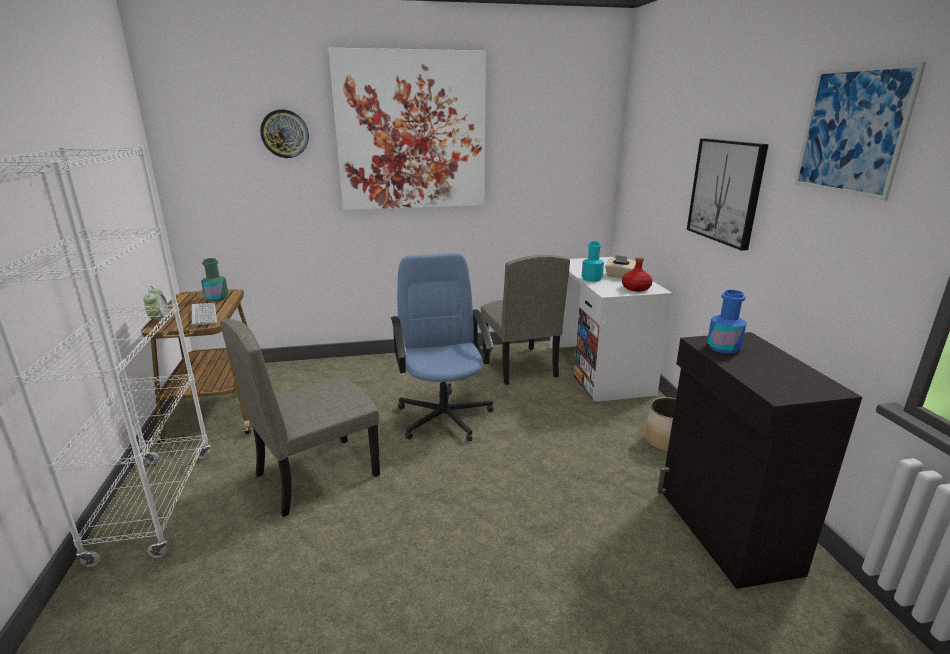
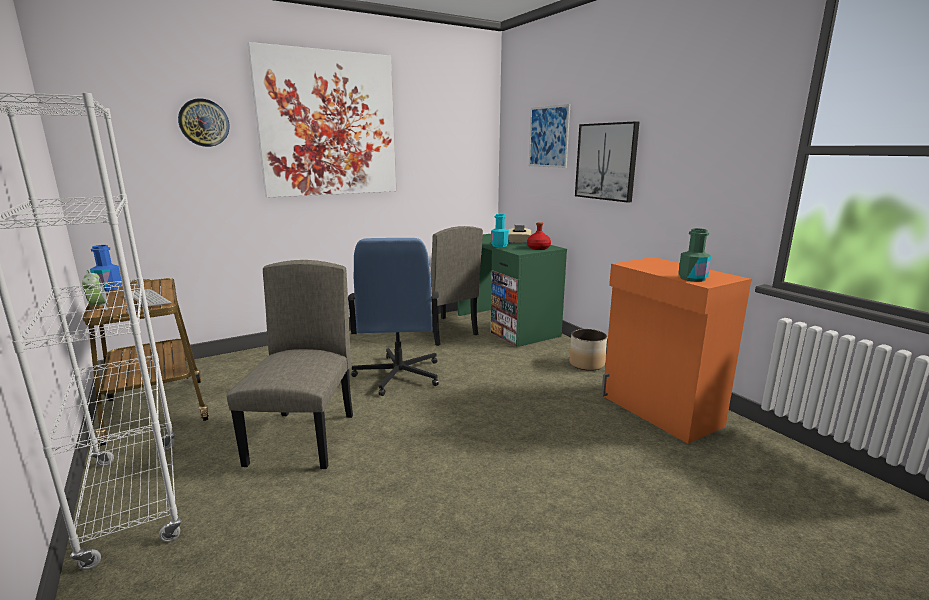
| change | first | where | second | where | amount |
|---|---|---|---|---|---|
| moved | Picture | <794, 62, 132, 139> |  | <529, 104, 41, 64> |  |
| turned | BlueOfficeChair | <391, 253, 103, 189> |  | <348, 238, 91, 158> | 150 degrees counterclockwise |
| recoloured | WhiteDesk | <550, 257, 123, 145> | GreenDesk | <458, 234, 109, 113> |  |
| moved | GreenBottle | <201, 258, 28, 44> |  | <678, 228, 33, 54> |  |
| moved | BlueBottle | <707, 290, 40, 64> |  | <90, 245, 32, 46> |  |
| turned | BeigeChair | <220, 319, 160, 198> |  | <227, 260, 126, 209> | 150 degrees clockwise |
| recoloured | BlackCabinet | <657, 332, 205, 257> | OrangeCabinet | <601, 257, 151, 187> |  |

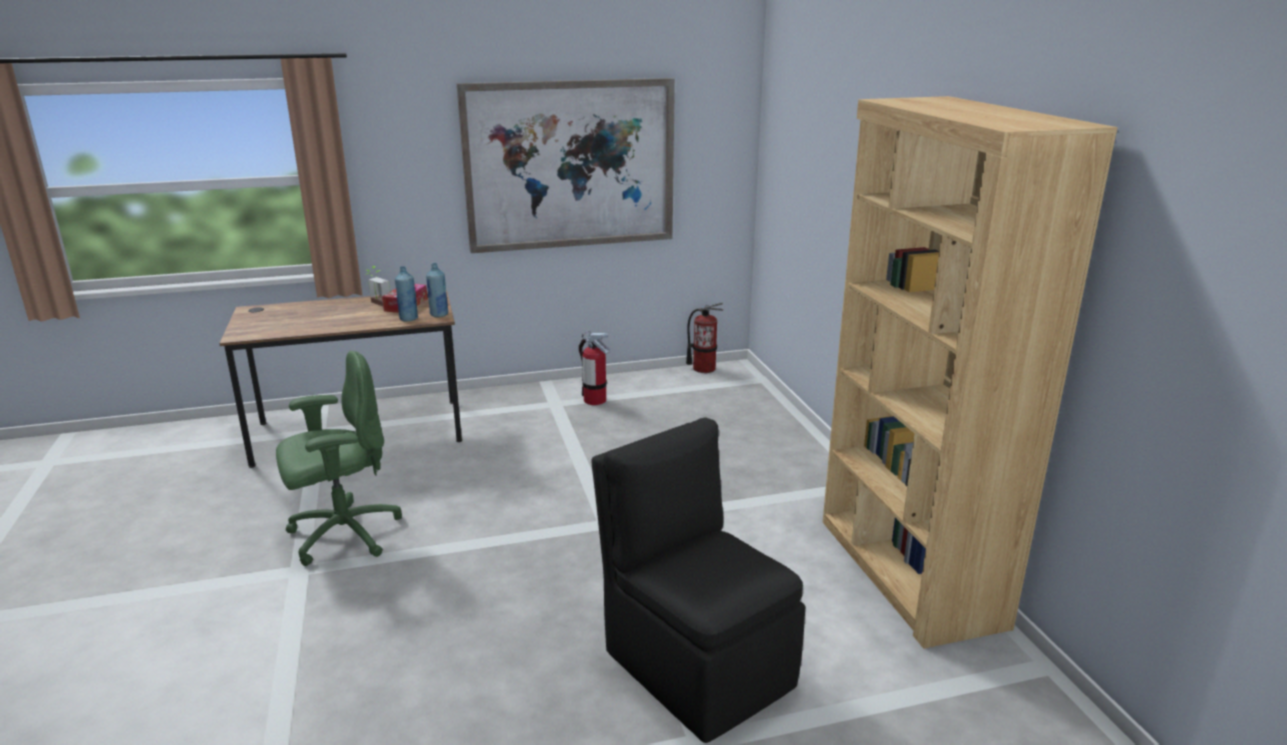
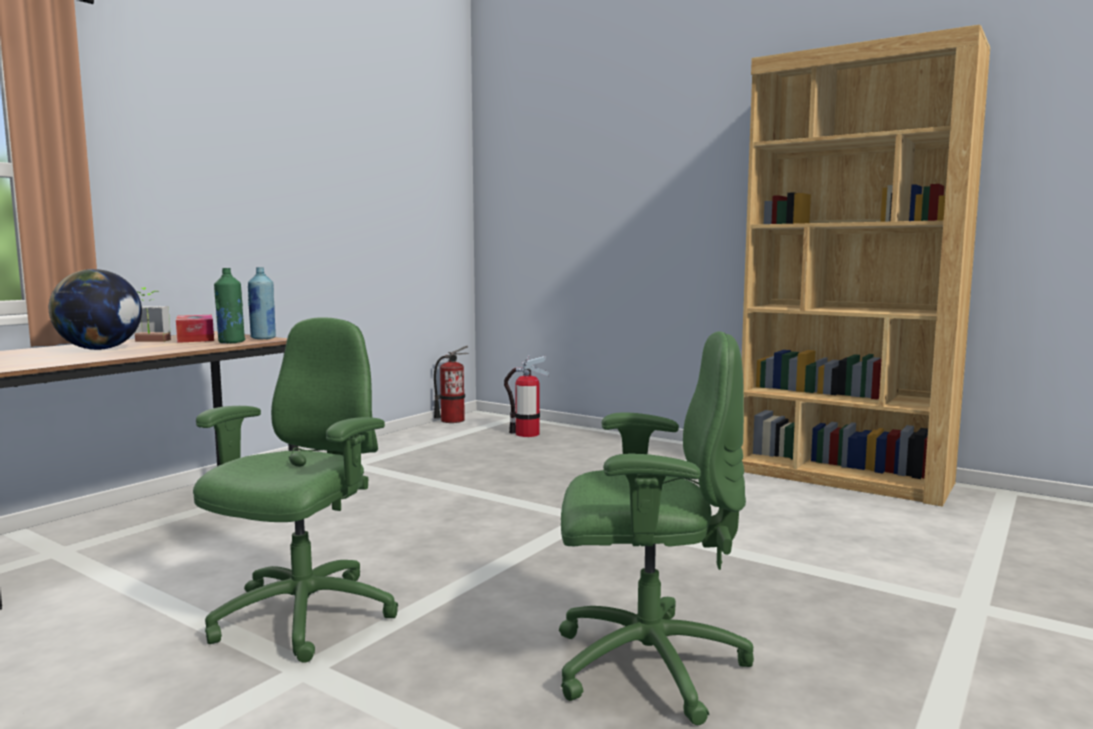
| change | first | where | second | where | amount |
|---|---|---|---|---|---|
| removed | Picture | <456, 78, 219, 175> |  |  |  |
| recoloured | BlueBottle | <395, 266, 23, 56> | GreenBottle | <214, 268, 32, 75> |  |
| moved | FireExtinguisher | <579, 330, 31, 75> |  | <504, 356, 45, 81> |  |
| removed | BlackChair | <591, 417, 214, 326> |  |  |  |
| added |  |  | Globe | <49, 269, 93, 81> |  |
| added |  |  | GreenOfficeChair | <559, 331, 195, 394> |  |

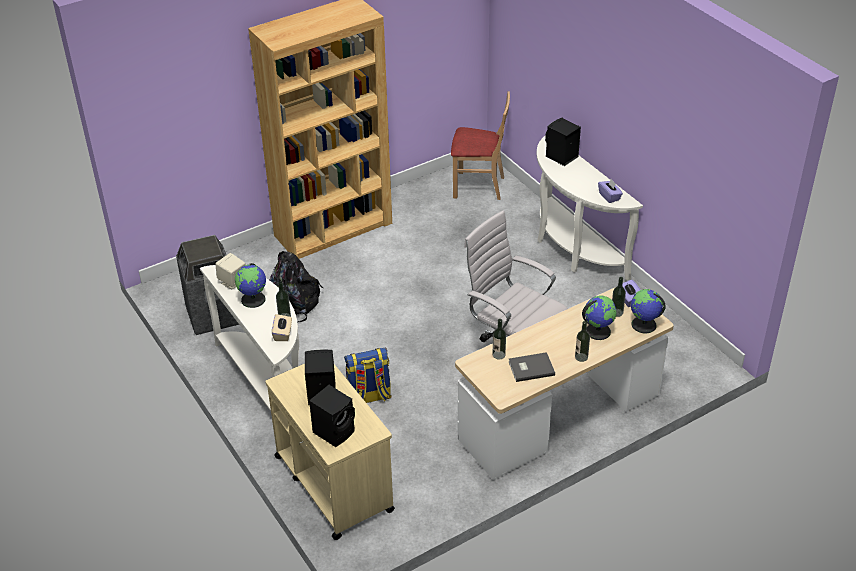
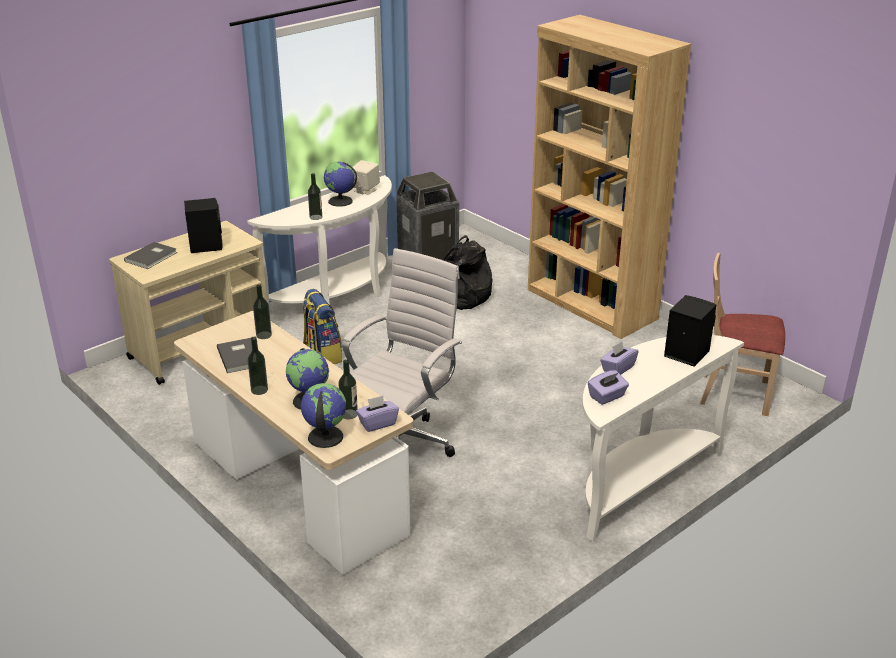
| change | first | where | second | where | amount |
|---|---|---|---|---|---|
| turned | BeigeChair | <451, 91, 59, 109> |  | <700, 253, 85, 163> | 105 degrees clockwise |
| removed | BeigeTissueBox | <272, 314, 20, 27> |  |  |  |
| replaced | BlackSpeaker | <309, 385, 46, 62> | GreyBook | <124, 242, 53, 27> |  |
| added |  |  | PurpleTissueBox | <600, 341, 39, 34> |  |

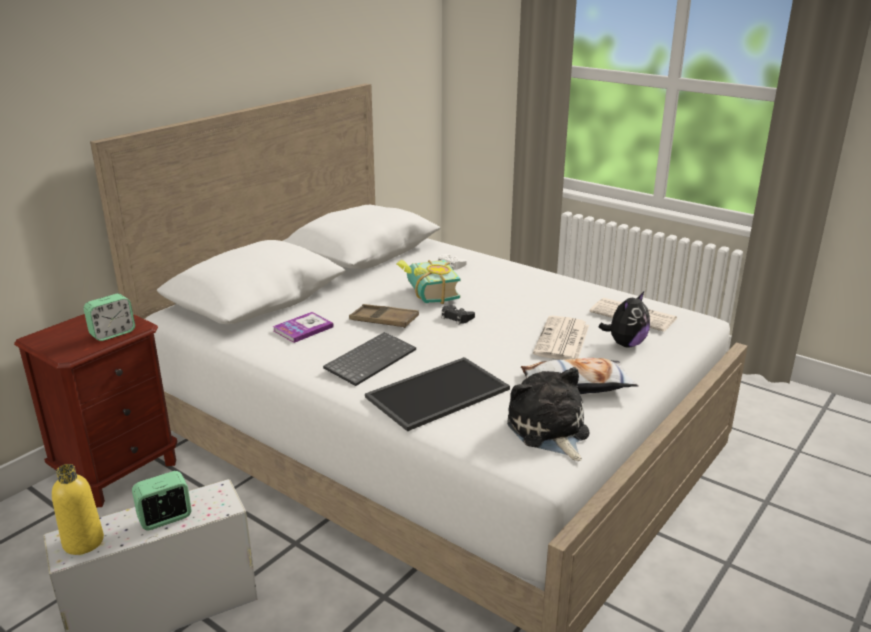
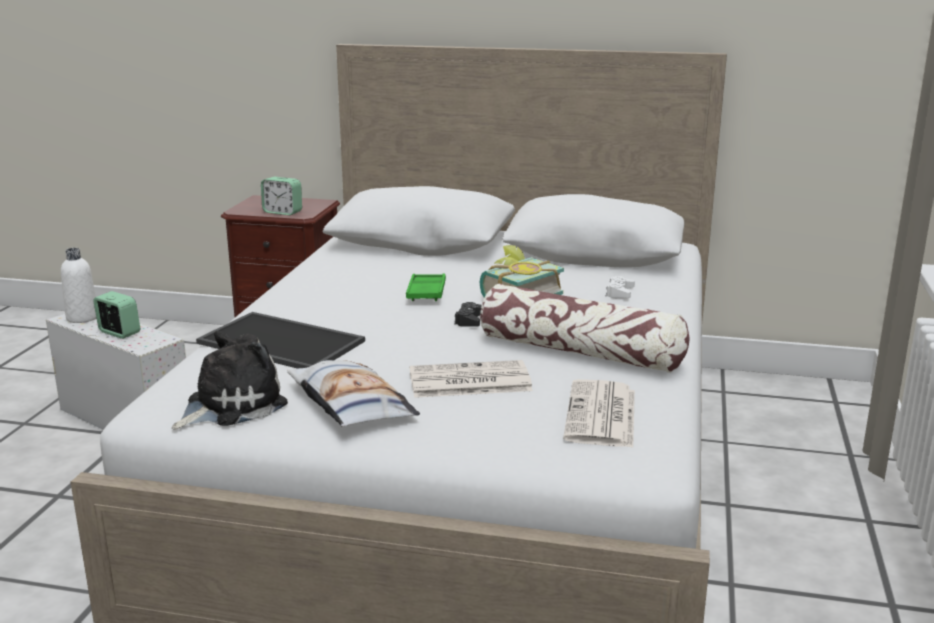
| change | first | where | second | where | amount |
|---|---|---|---|---|---|
| removed | PlushToy | <599, 292, 51, 55> |  |  |  |
| recoloured | BrownTray | <349, 304, 70, 24> | GreenTray | <406, 273, 40, 28> |  |
| removed | Book | <273, 312, 61, 31> |  |  |  |
| removed | Keyboard | <323, 332, 93, 54> |  |  |  |
| recoloured | YellowBottle | <52, 464, 52, 91> | WhiteBottle | <61, 248, 35, 75> |  |
| added |  |  | Pillow | <480, 284, 209, 89> |  |

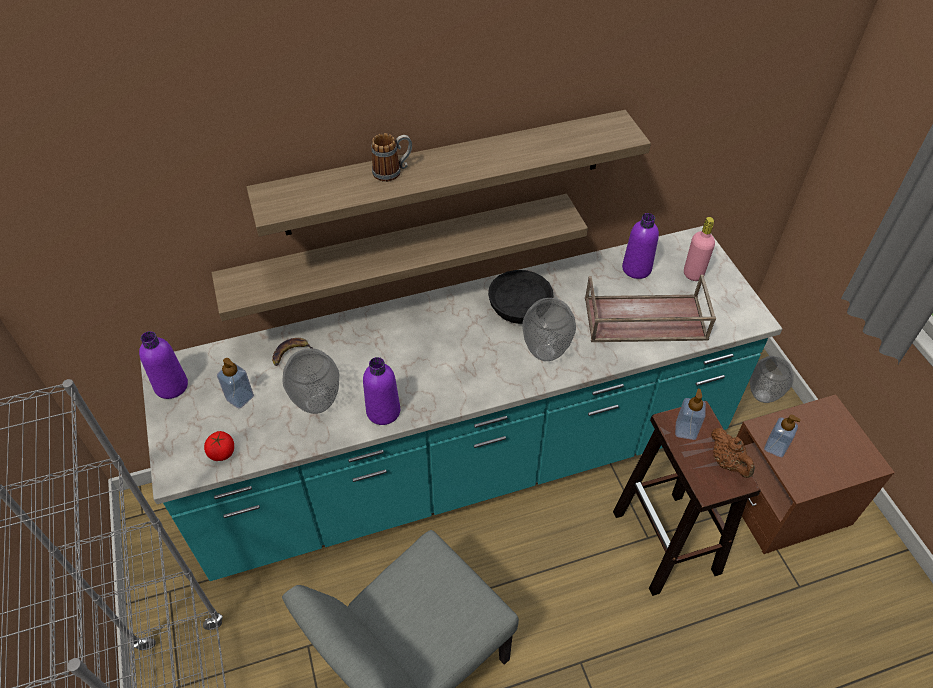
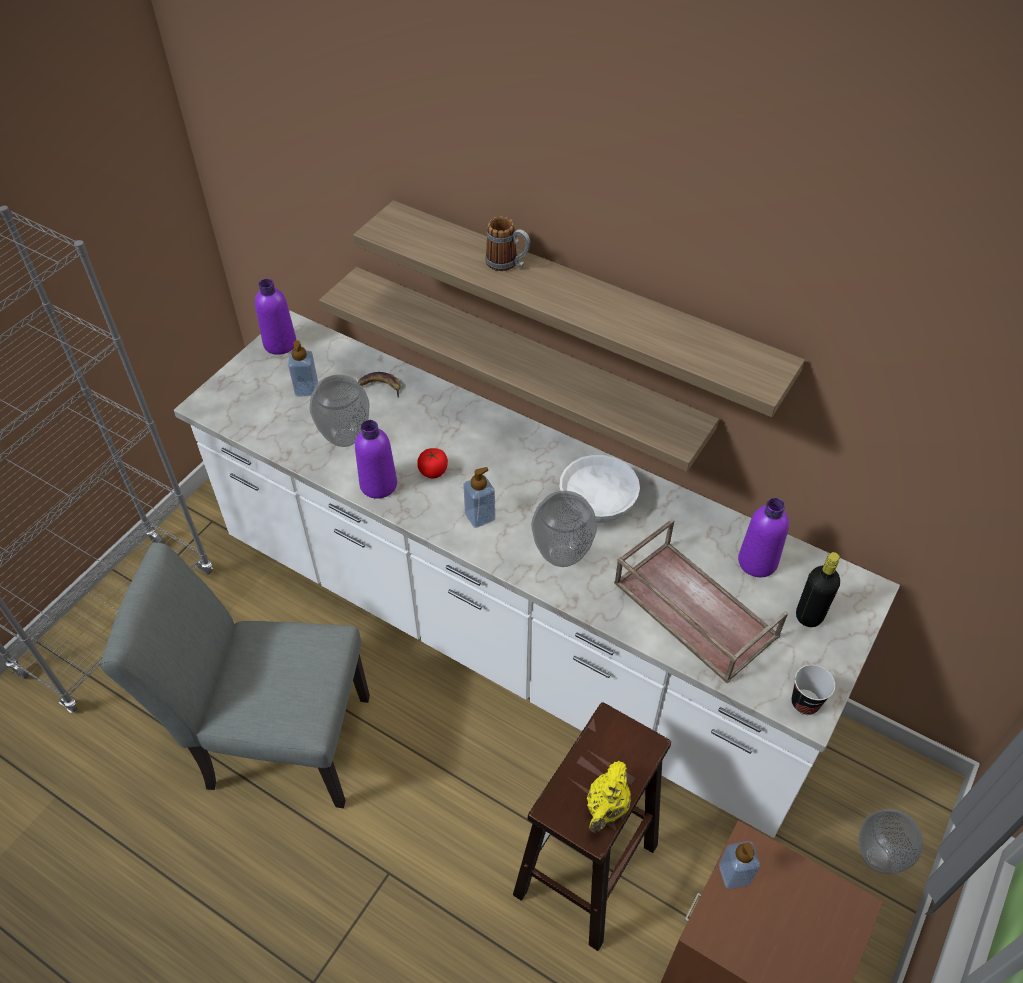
| change | first | where | second | where | amount |
|---|---|---|---|---|---|
| recoloured | PinkBottle | <684, 217, 31, 64> | BlackBottle | <796, 552, 44, 75> |  |
| recoloured | TurquoiseCounter | <140, 226, 642, 355> | WhiteCounter | <174, 310, 726, 528> |  |
| recoloured | BlackBowl | <488, 270, 66, 54> | WhiteBowl | <559, 455, 81, 68> |  |
| moved | SoapDispenser | <675, 389, 31, 51> |  | <463, 467, 32, 61> |  |
| recoloured | BrownTeapot | <711, 428, 44, 50> | YellowTeapot | <587, 761, 44, 72> |  |
| moved | Tomato | <204, 431, 30, 30> |  | <417, 448, 31, 30> |  |
| added |  |  | Cup | <791, 665, 44, 50> |  |

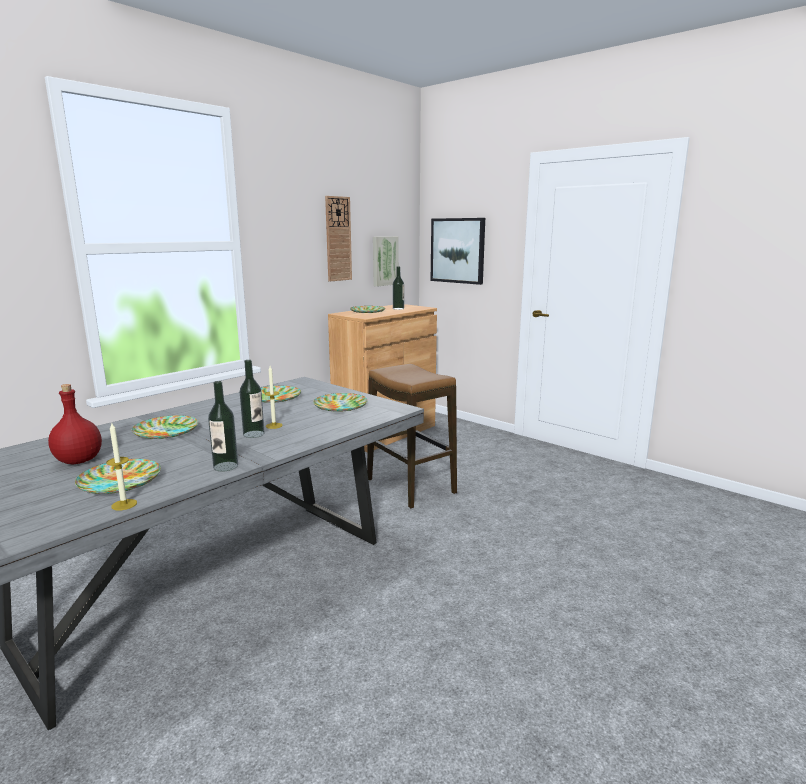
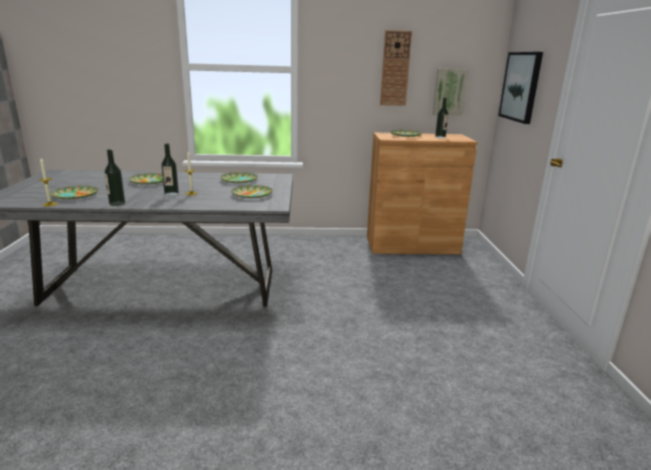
| change | first | where | second | where | amount |
|---|---|---|---|---|---|
| removed | Stool | <367, 364, 90, 144> |  |  |  |
| removed | RedBottle | <48, 384, 54, 80> |  |  |  |

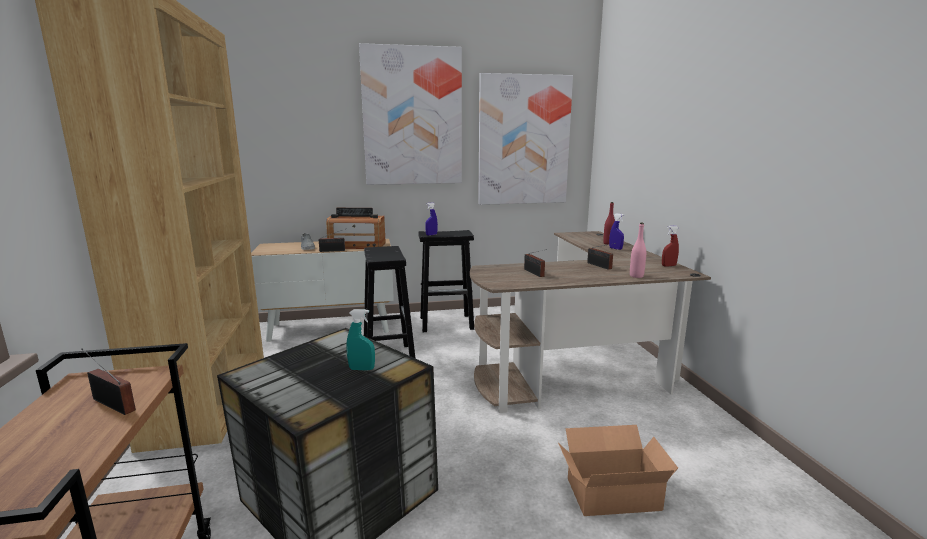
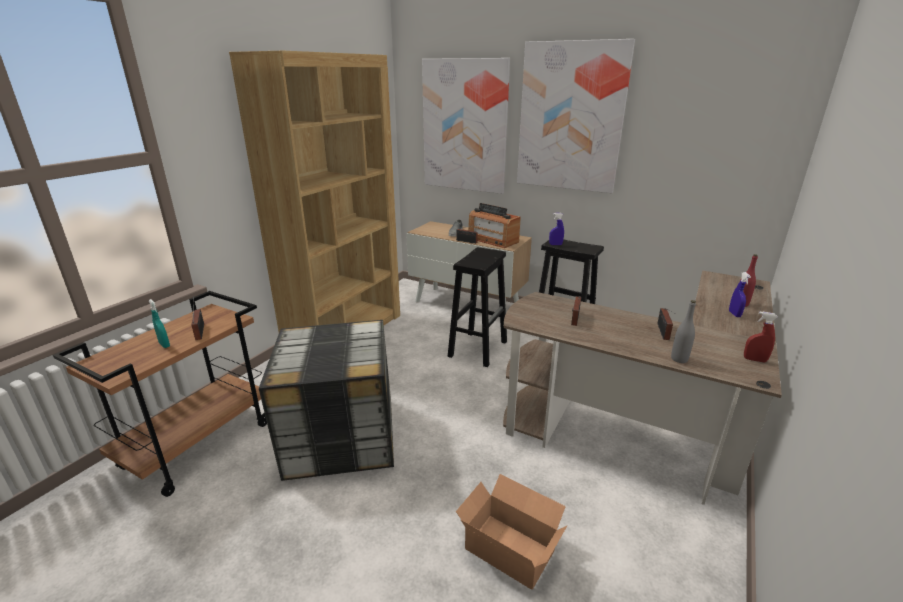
| change | first | where | second | where | amount |
|---|---|---|---|---|---|
| moved | Picture | <478, 73, 95, 132> |  | <422, 58, 88, 136> |  |
| recoloured | PinkBottle | <630, 223, 16, 55> | GreyBottle | <671, 300, 25, 63> |  |
| moved | TurquoiseSprayBottle | <347, 309, 28, 62> |  | <149, 299, 21, 49> |  |

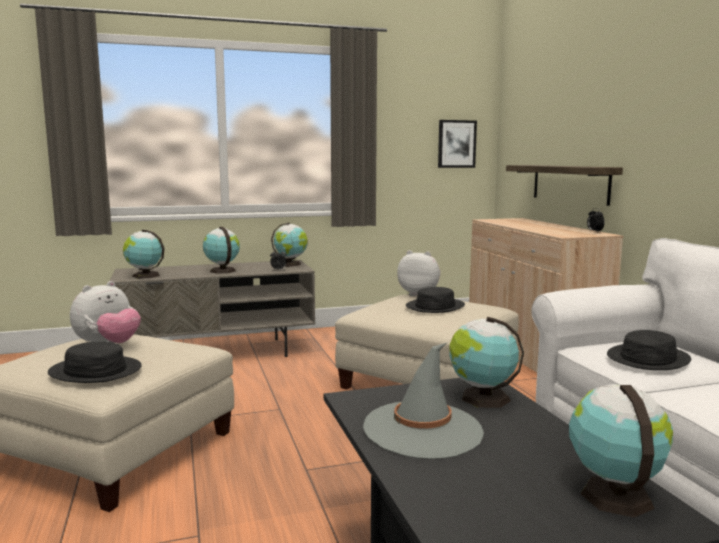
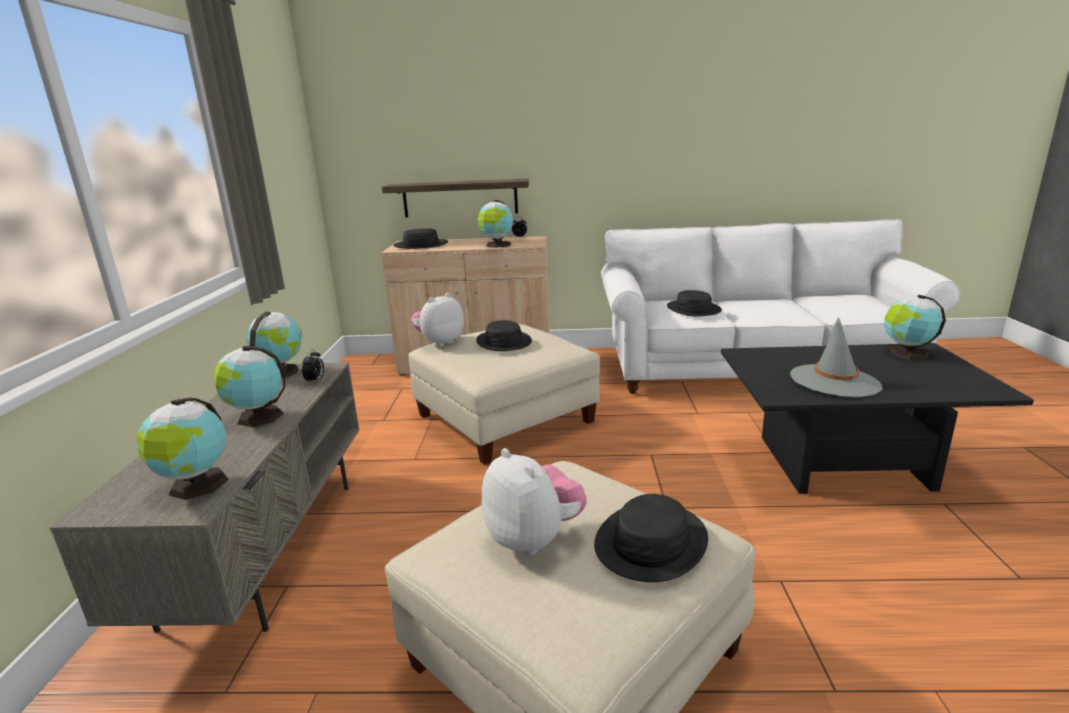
| change | first | where | second | where | amount |
|---|---|---|---|---|---|
| removed | Picture | <438, 120, 39, 48> |  |  |  |
| moved | Globe | <449, 317, 75, 91> |  | <478, 200, 35, 48> |  |
| added |  |  | BlackHat | <393, 228, 55, 21> |  |

